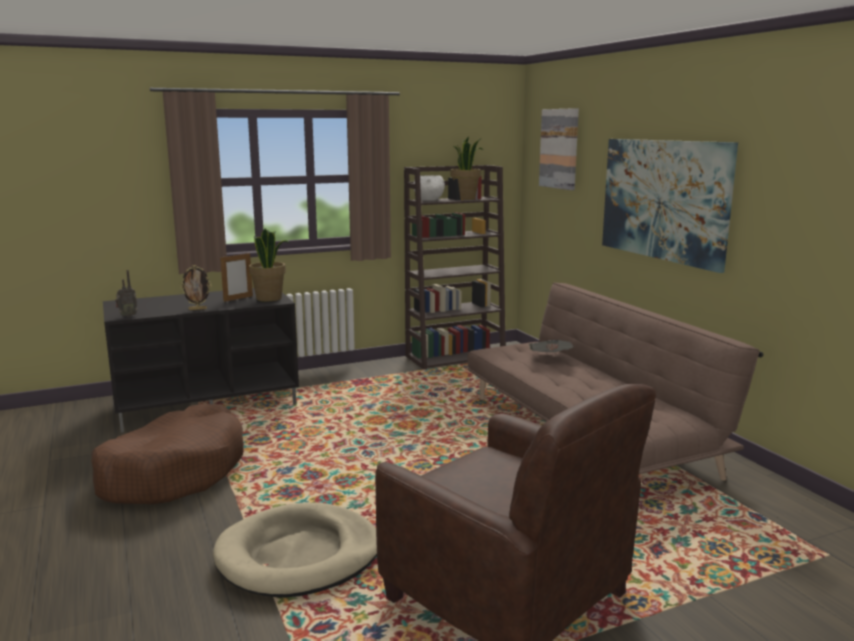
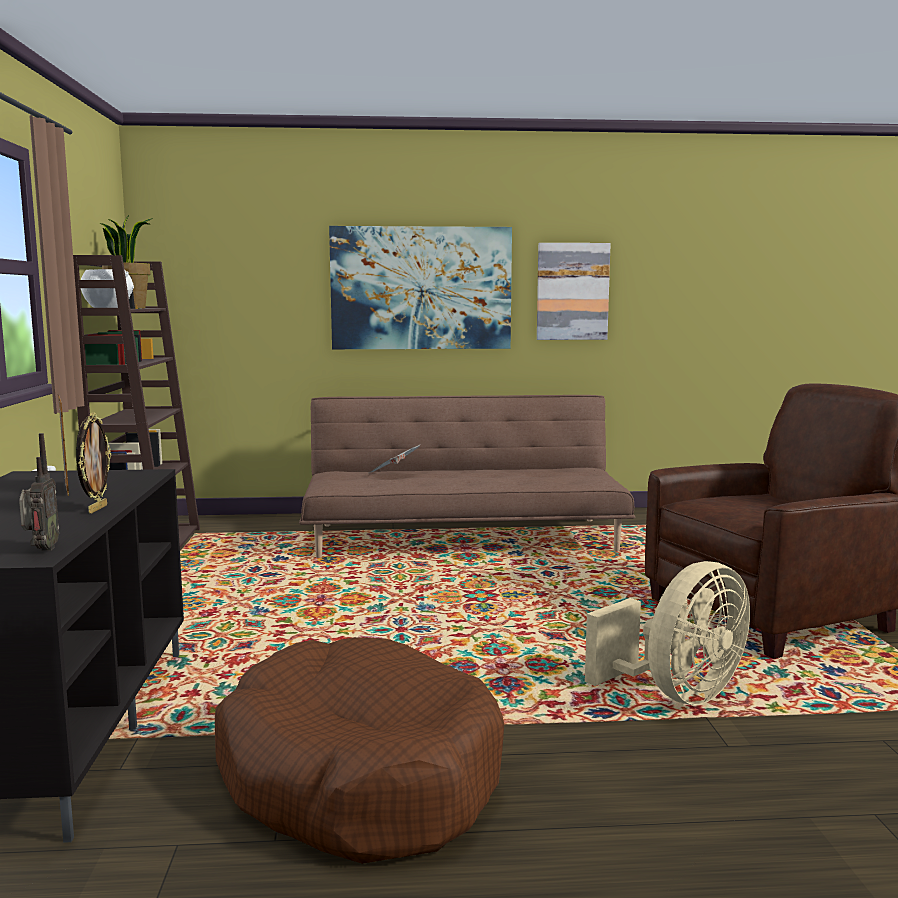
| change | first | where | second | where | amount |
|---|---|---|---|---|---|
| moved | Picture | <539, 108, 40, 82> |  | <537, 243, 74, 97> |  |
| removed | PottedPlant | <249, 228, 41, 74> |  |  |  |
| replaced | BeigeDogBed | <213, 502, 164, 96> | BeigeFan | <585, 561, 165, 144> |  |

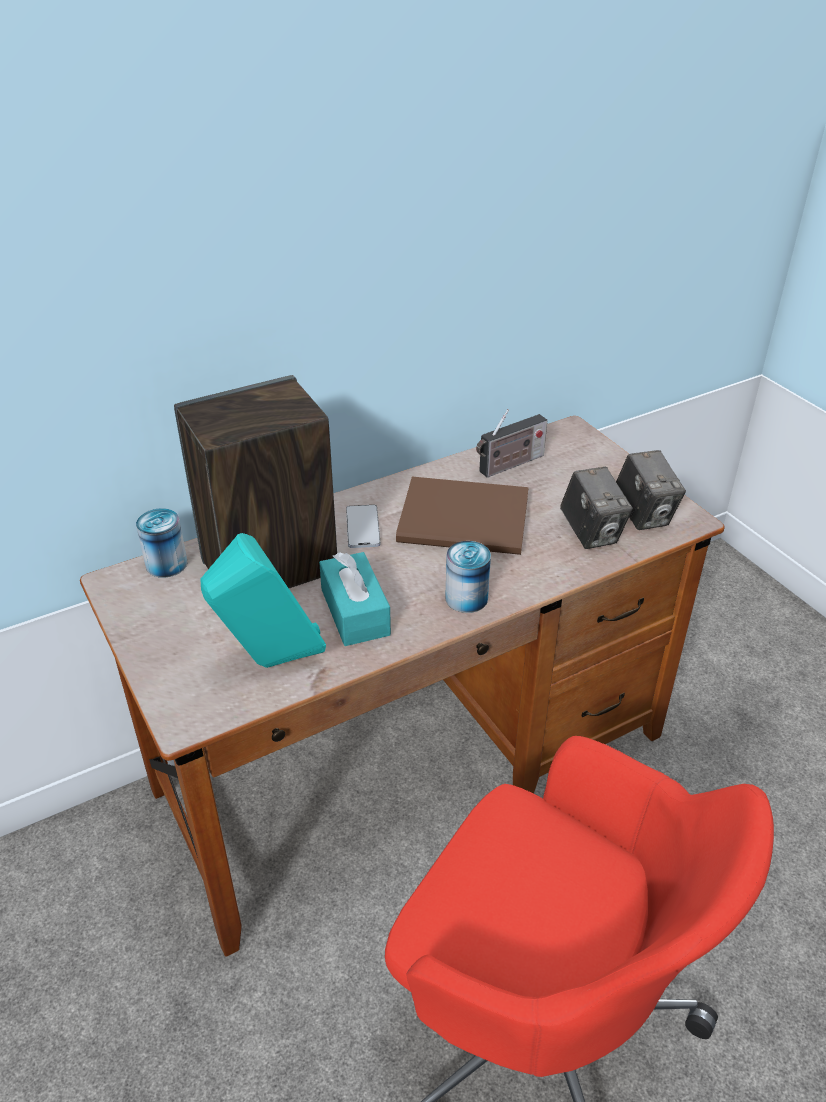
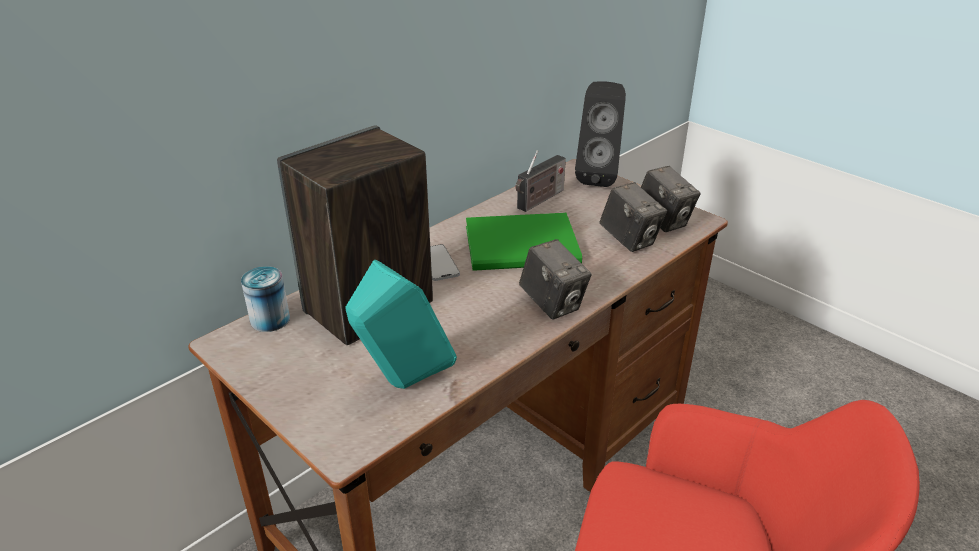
| change | first | where | second | where | amount |
|---|---|---|---|---|---|
| recoloured | BrownBook | <396, 477, 133, 78> | GreenBook | <466, 213, 116, 58> |  |
| replaced | Can | <445, 541, 46, 72> | PhotoCamera | <519, 239, 73, 81> |  |
| removed | TurquoiseTissueBox | <319, 552, 72, 94> |  |  |  |
| added |  |  | BlackSpeaker | <575, 81, 51, 106> |  |

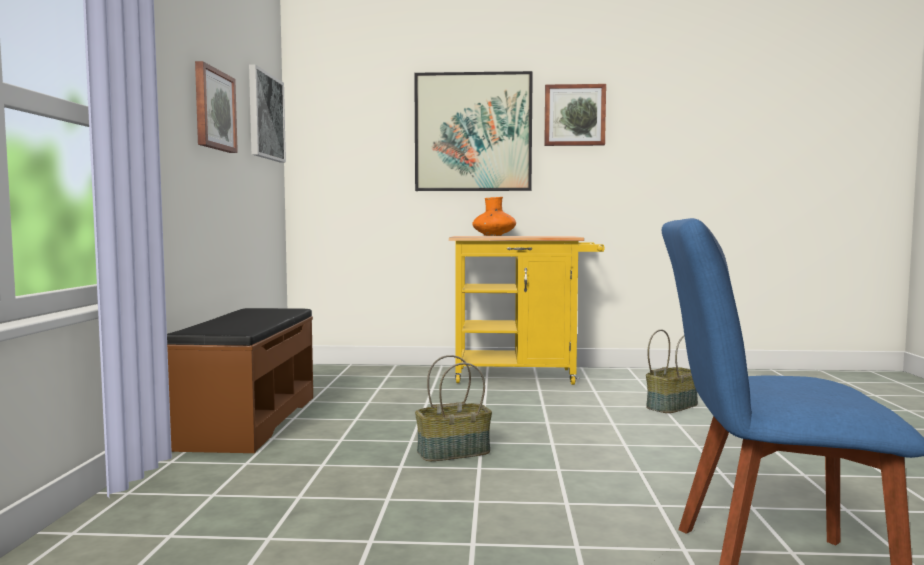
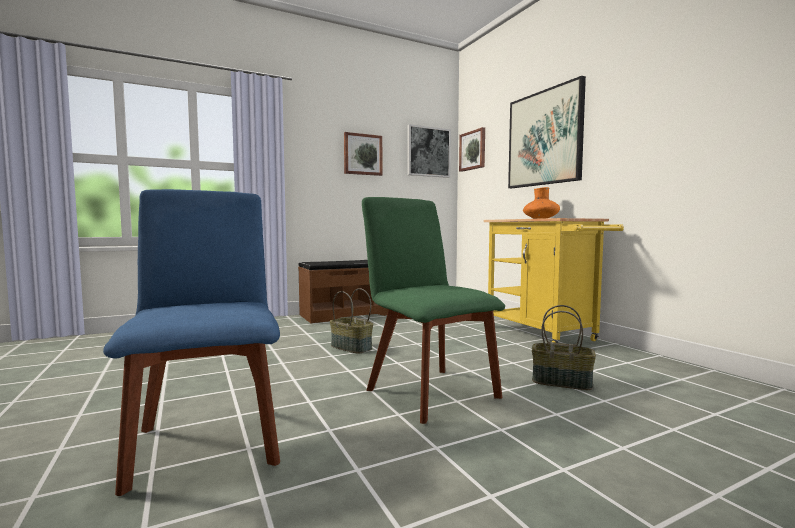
| change | first | where | second | where | amount |
|---|---|---|---|---|---|
| moved | Picture | <544, 84, 62, 62> |  | <459, 127, 26, 45> |  |
| added |  |  | GreenChair | <362, 197, 143, 227> |  |

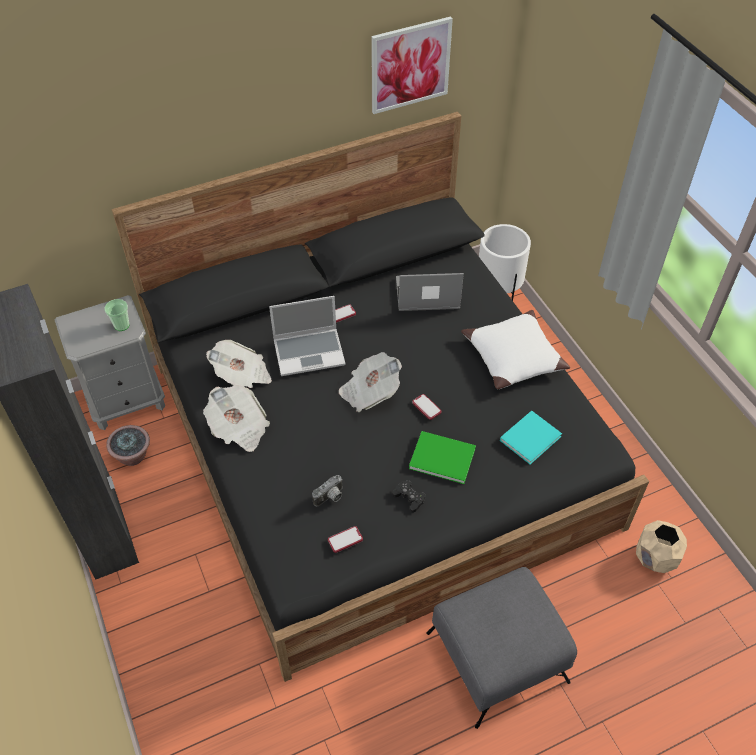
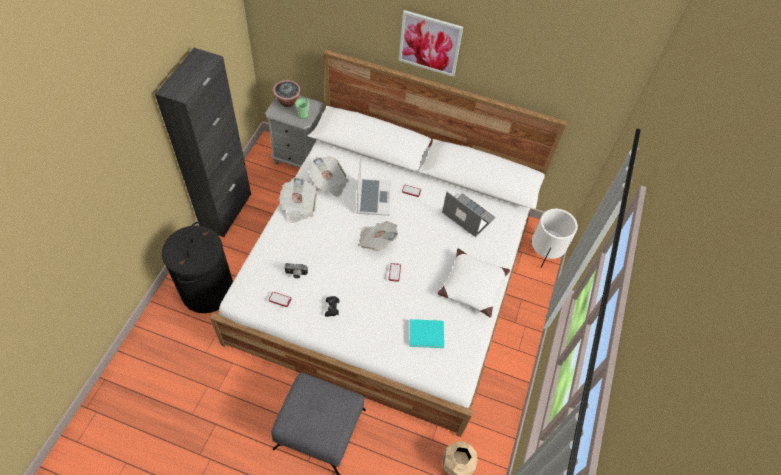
| change | first | where | second | where | amount |
|---|---|---|---|---|---|
| moved | Picture | <371, 16, 82, 98> |  | <399, 10, 64, 67> |  |
| recoloured | BlackBed | <112, 112, 537, 570> | WhiteBed | <210, 49, 357, 388> |  |
| turned | Laptop | <269, 296, 77, 80> |  | <357, 158, 34, 58> | 120 degrees counterclockwise |
| moved | PottedPlant | <106, 425, 44, 41> |  | <273, 80, 28, 27> |  |
| removed | GreenBook | <409, 431, 67, 53> |  |  |  |
| added |  |  | BlackLaundryBasket | <162, 222, 71, 91> |  |

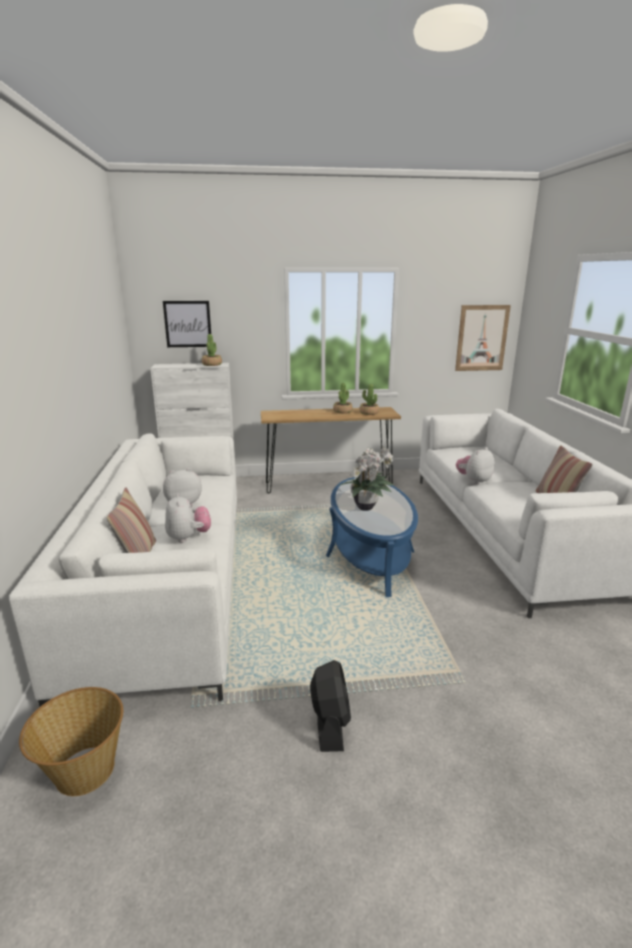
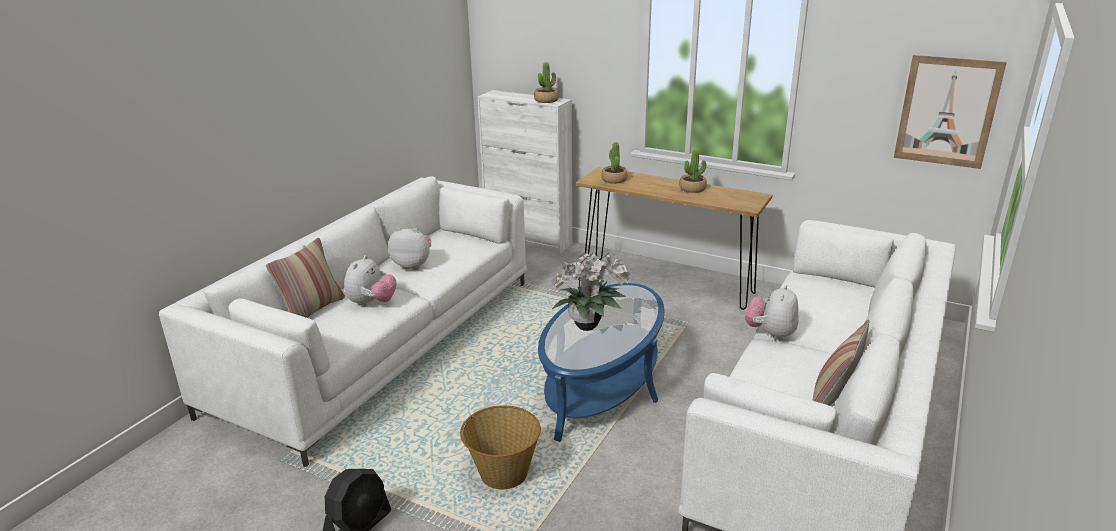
| change | first | where | second | where | amount |
|---|---|---|---|---|---|
| removed | Picture | <163, 301, 48, 46> |  |  |  |
| moved | PottedPlant | <359, 384, 20, 31> |  | <601, 142, 27, 42> |  |
| turned | PlushToy | <456, 447, 39, 37> |  | <745, 285, 54, 55> | 60 degrees counterclockwise |
| moved | Basket | <19, 687, 104, 109> |  | <460, 405, 81, 84> |  |

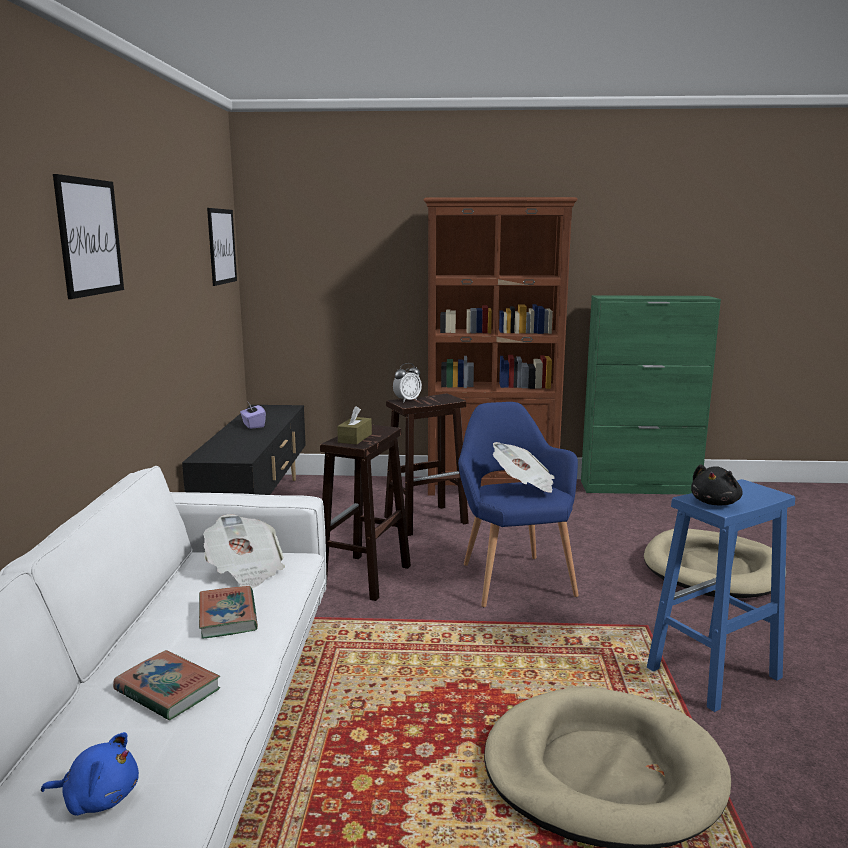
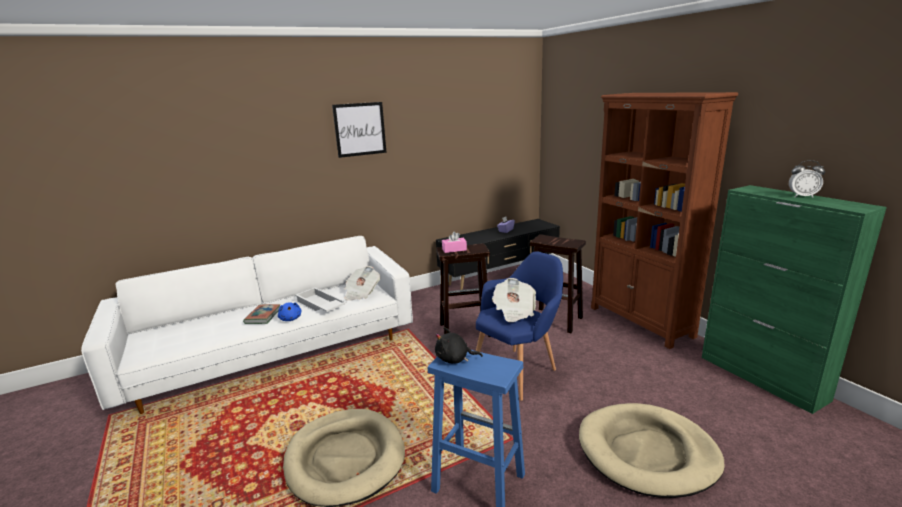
| change | first | where | second | where | amount |
|---|---|---|---|---|---|
| removed | Picture | <207, 208, 30, 78> |  |  |  |
| moved | AlarmClock | <393, 363, 29, 39> |  | <789, 160, 36, 38> |  |
| recoloured | BrownTissueBox | <337, 406, 35, 39> | PinkTissueBox | <442, 232, 25, 21> |  |
| replaced | Book | <199, 586, 59, 53> | WhiteTray | <295, 287, 52, 25> |  |
| moved | BluePlushToy | <41, 732, 98, 84> |  | <278, 302, 24, 19> |  |

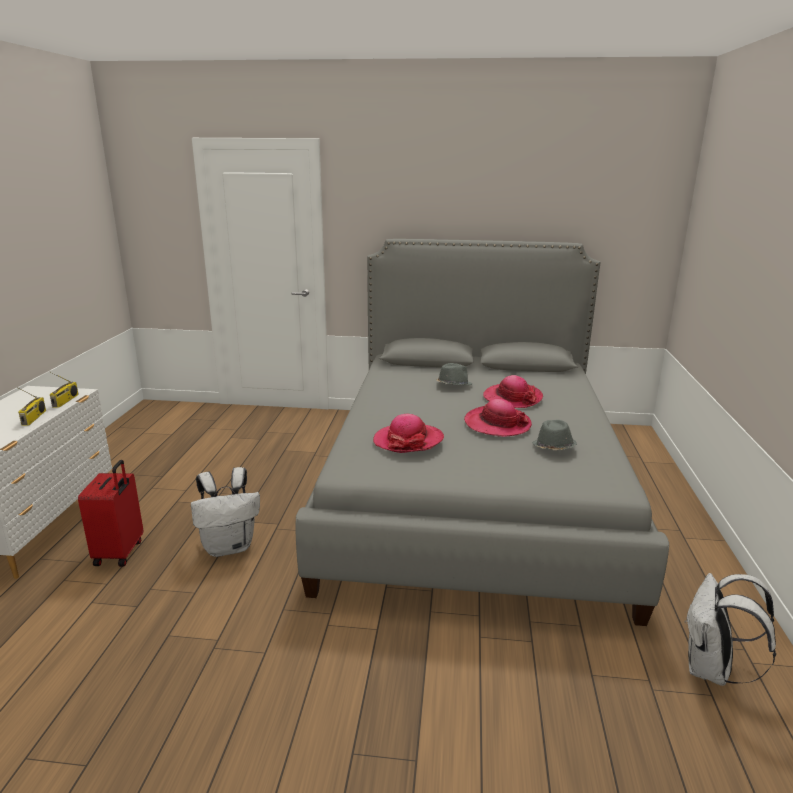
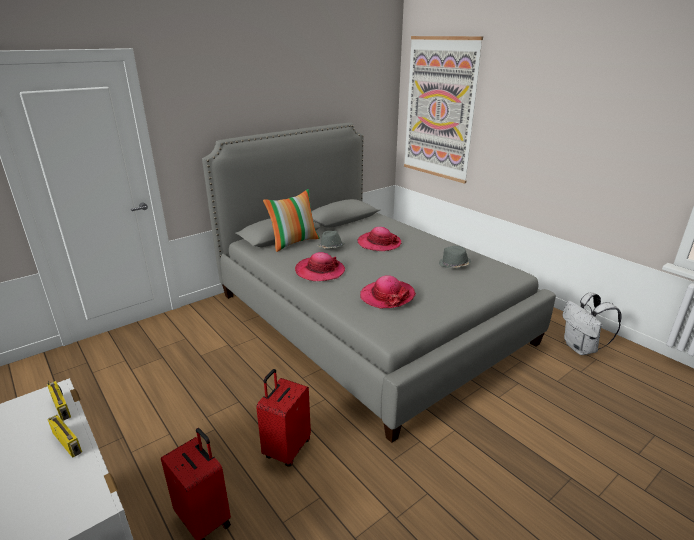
| change | first | where | second | where | amount |
|---|---|---|---|---|---|
| moved | Hat | <464, 399, 68, 38> |  | <295, 252, 50, 29> |  |
| replaced | WhiteBackpack | <191, 467, 69, 90> | RedSuitcase | <256, 369, 55, 98> |  |
| added |  |  | Picture | <404, 36, 79, 148> |  |
| added |  |  | Pillow | <263, 189, 57, 63> |  |

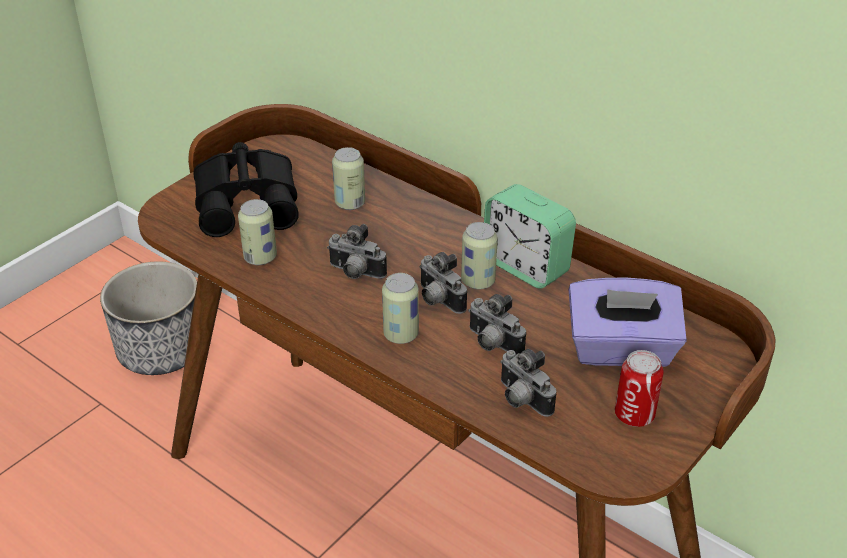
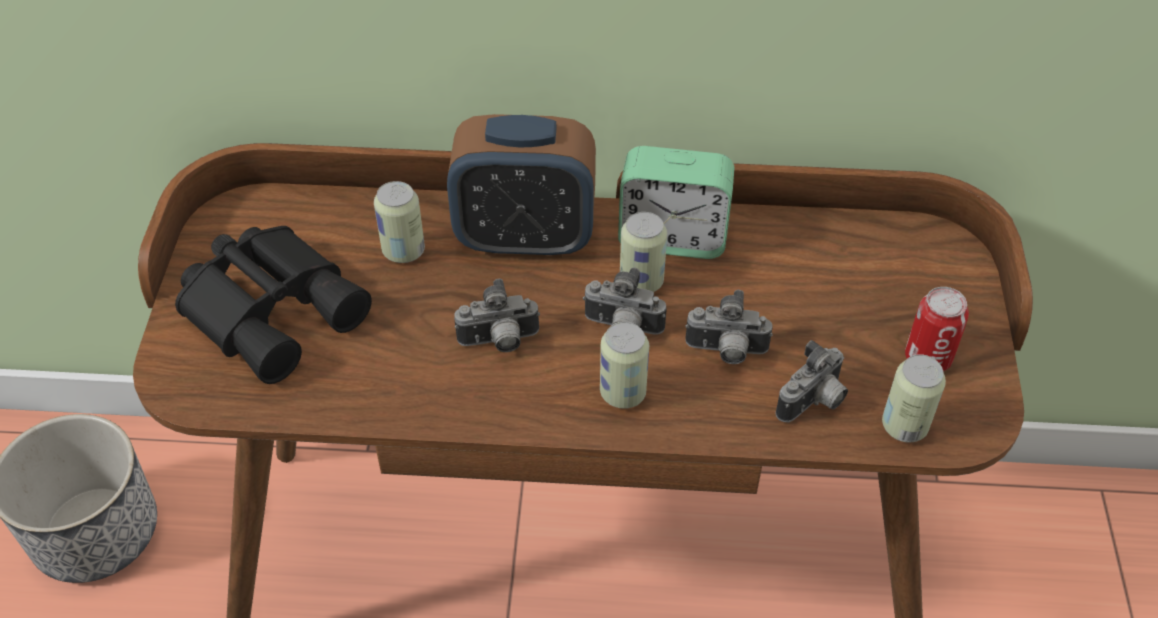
| change | first | where | second | where | amount |
|---|---|---|---|---|---|
| moved | Can | <238, 199, 39, 66> |  | <882, 354, 64, 89> |  |
| removed | PurpleTissueBox | <569, 277, 118, 90> |  |  |  |
| turned | PhotoCamera | <500, 349, 57, 68> |  | <776, 340, 72, 82> | 60 degrees counterclockwise |
| added |  |  | AlarmClock | <447, 114, 149, 144> |  |

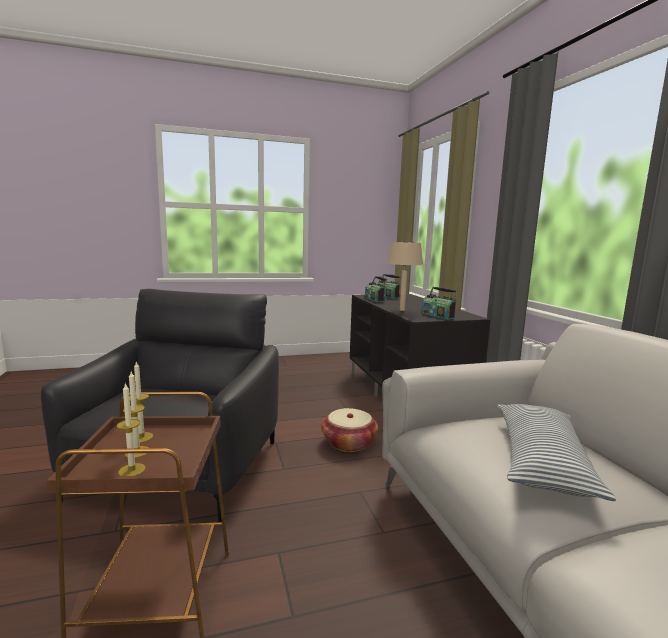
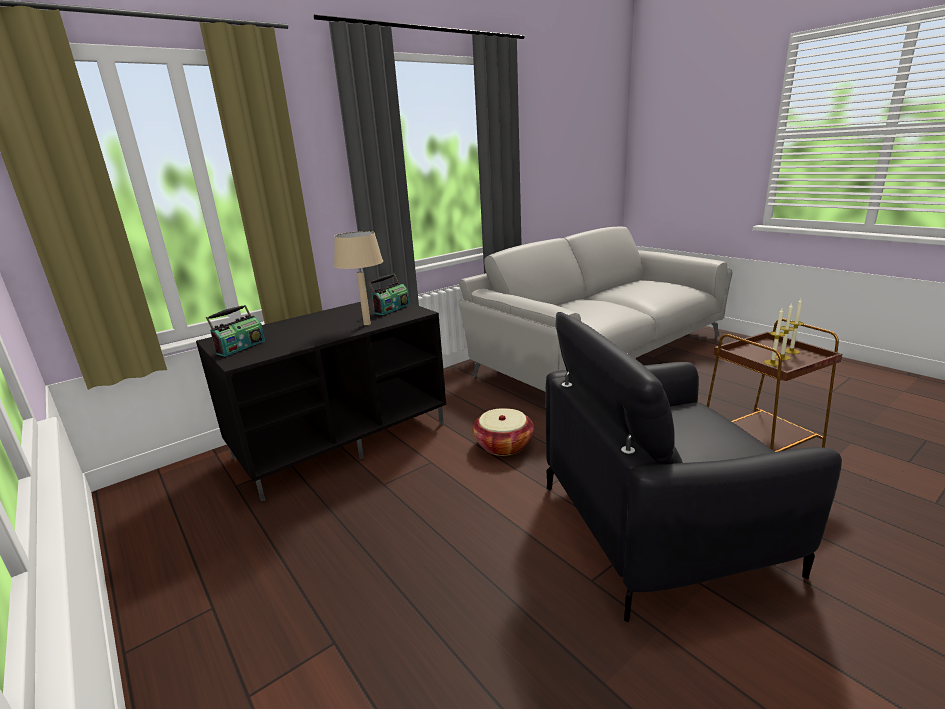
| change | first | where | second | where | amount |
|---|---|---|---|---|---|
| removed | Radio | <365, 276, 23, 26> |  |  |  |
| removed | Pillow | <497, 404, 119, 97> |  |  |  |

